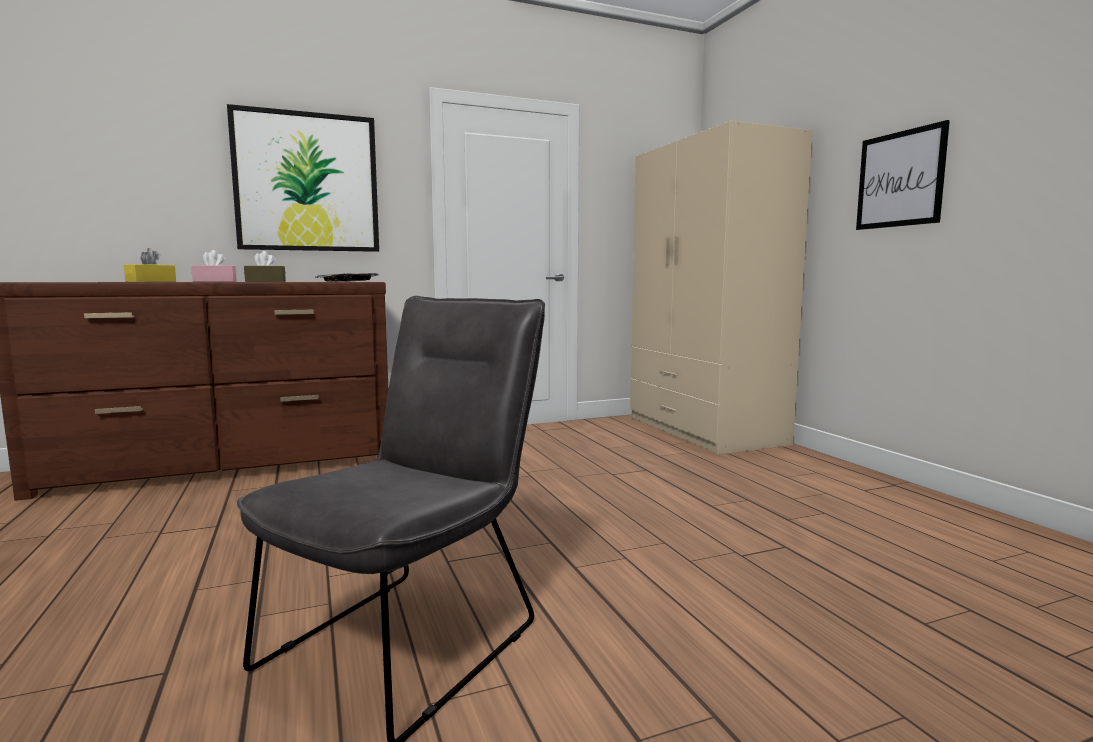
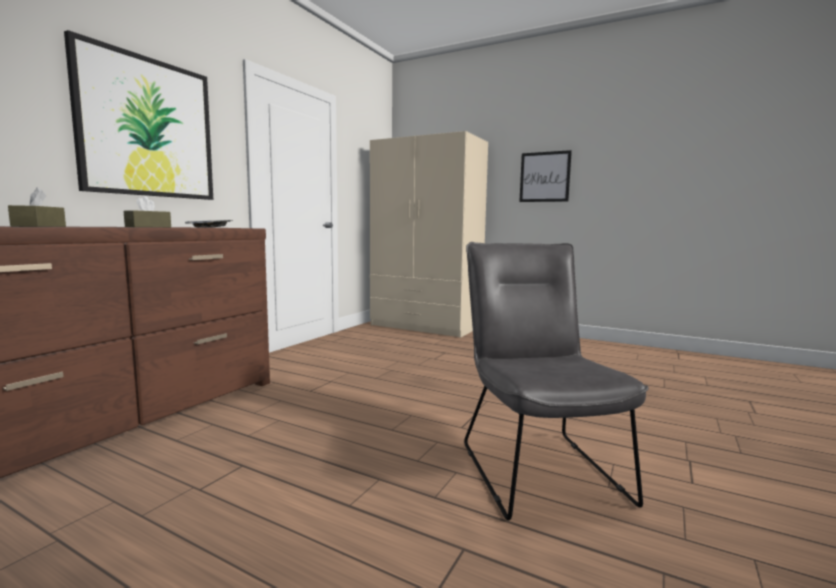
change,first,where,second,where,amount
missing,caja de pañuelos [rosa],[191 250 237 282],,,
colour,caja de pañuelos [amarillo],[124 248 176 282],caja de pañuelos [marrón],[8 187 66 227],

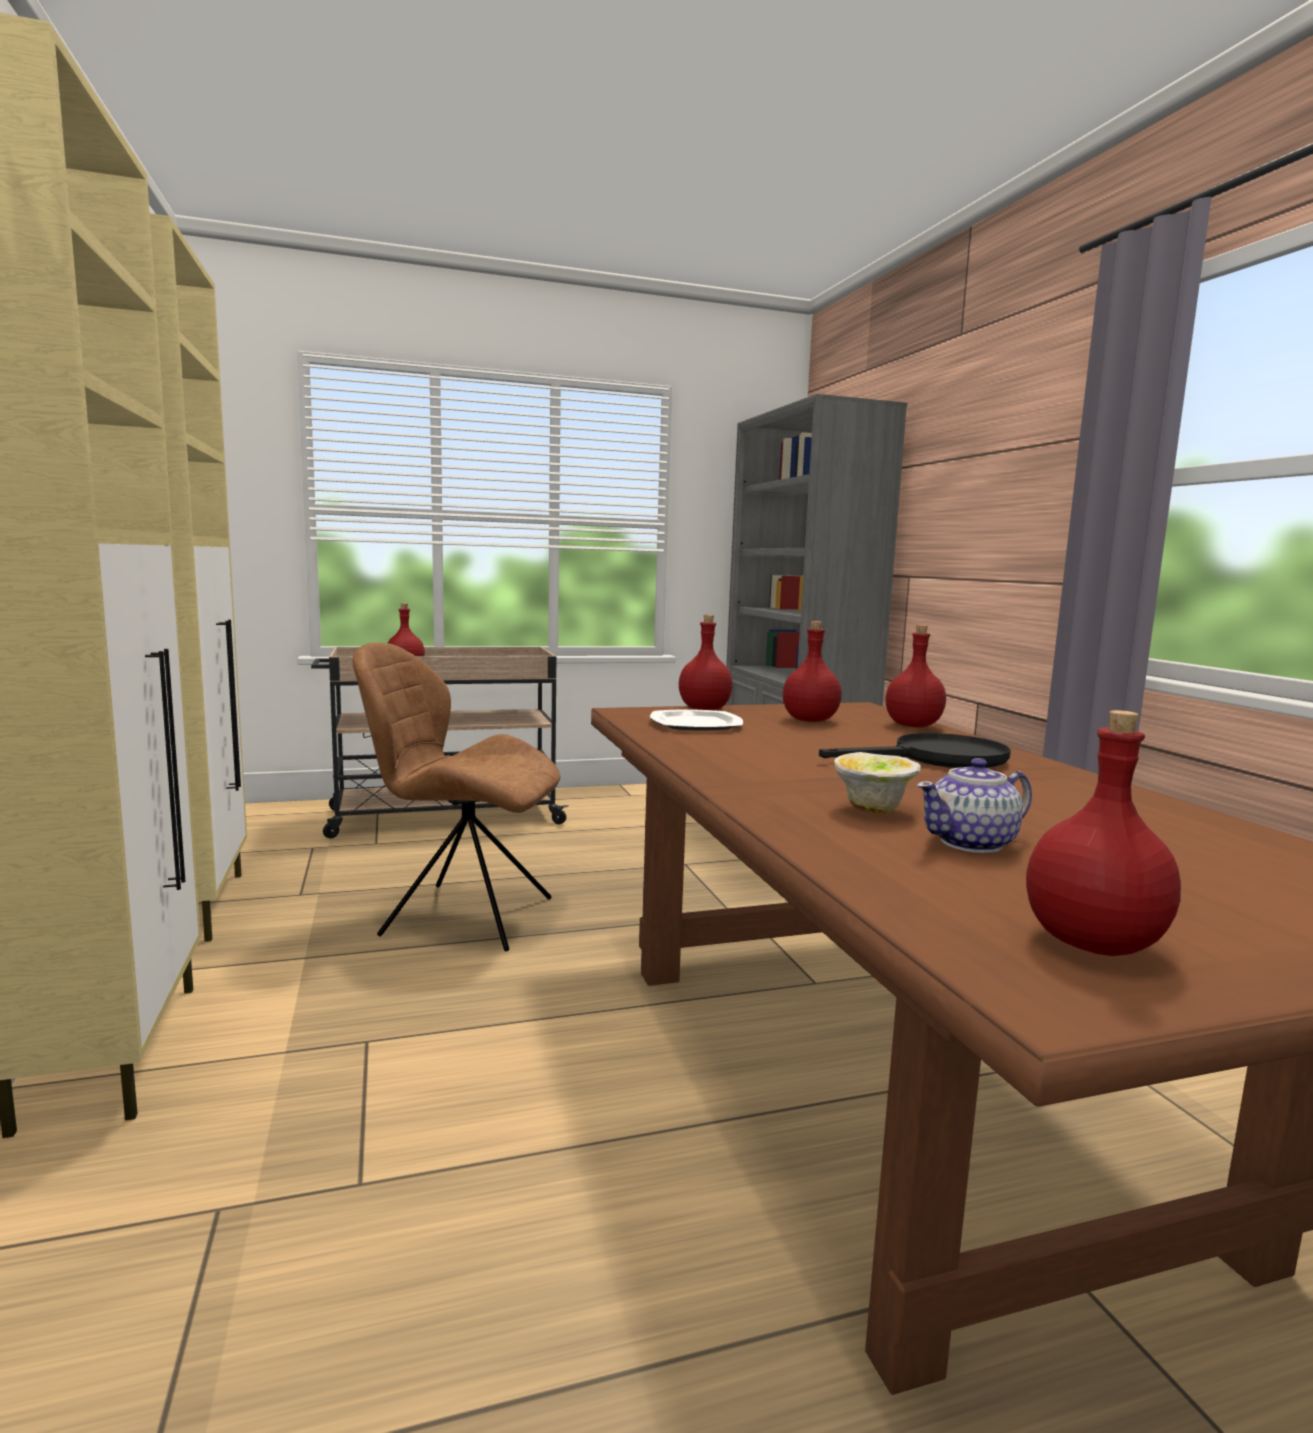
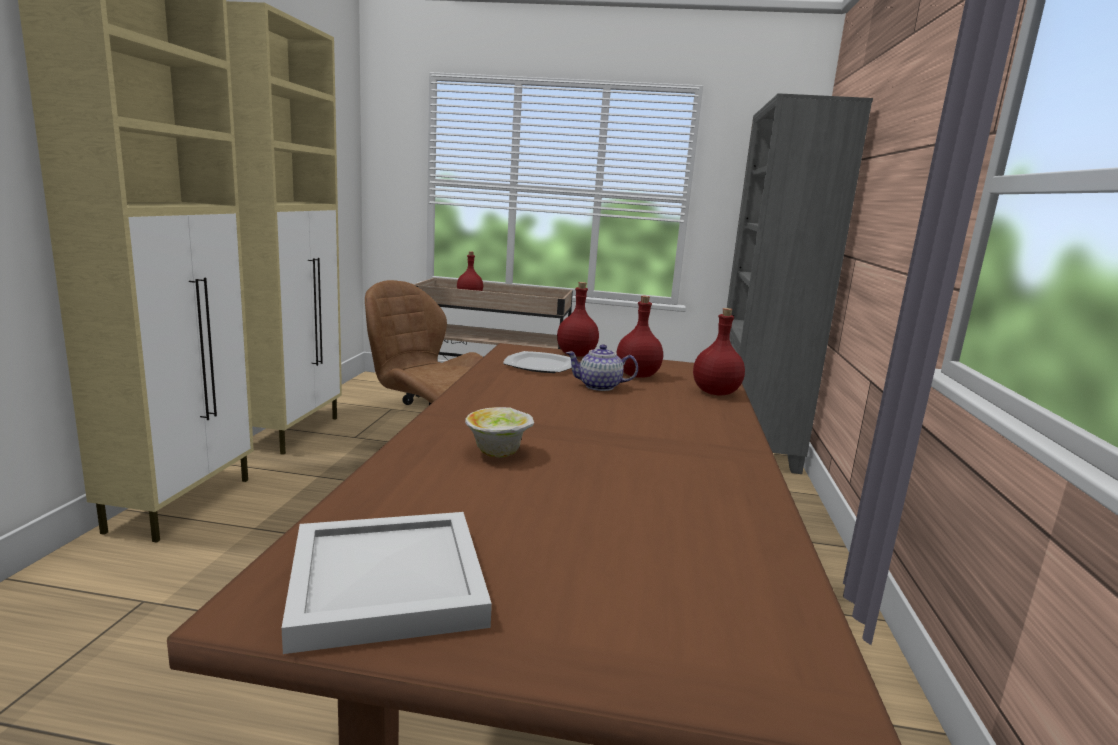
change,first,where,second,where,amount
missing,sartén [negro],[819 733 1011 768],,,
relocated,tetera,[917 758 1032 853],,[566 344 638 391],
exchanged,botella [rojo],[1026 710 1181 956],bandeja [blanco],[282 512 492 654],

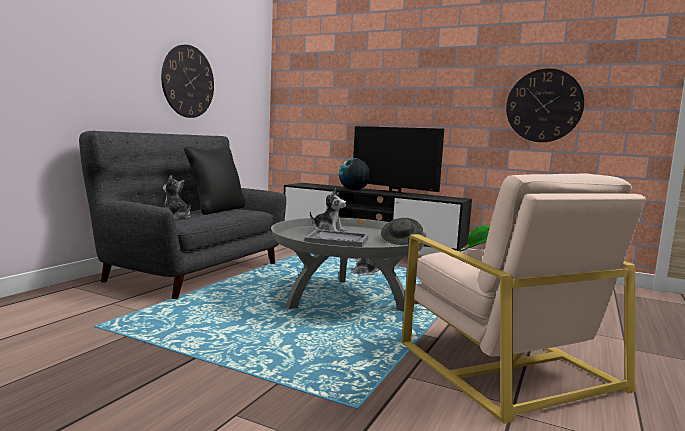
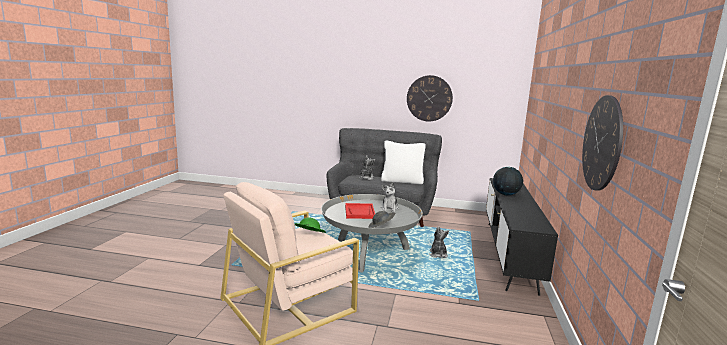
change,first,where,second,where,amount
missing,televisor,[353 126 444 194],,,
colour,cojín [negro],[184 146 245 215],cojín [blanco],[381 140 426 184],
colour,bandeja [gris],[305 230 368 247],bandeja [rojo],[345 203 375 219],

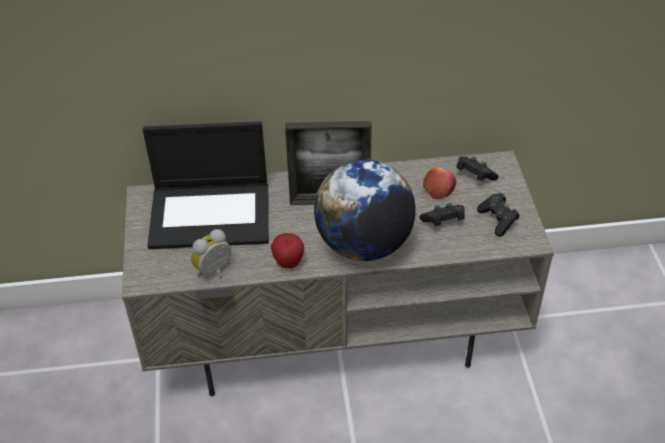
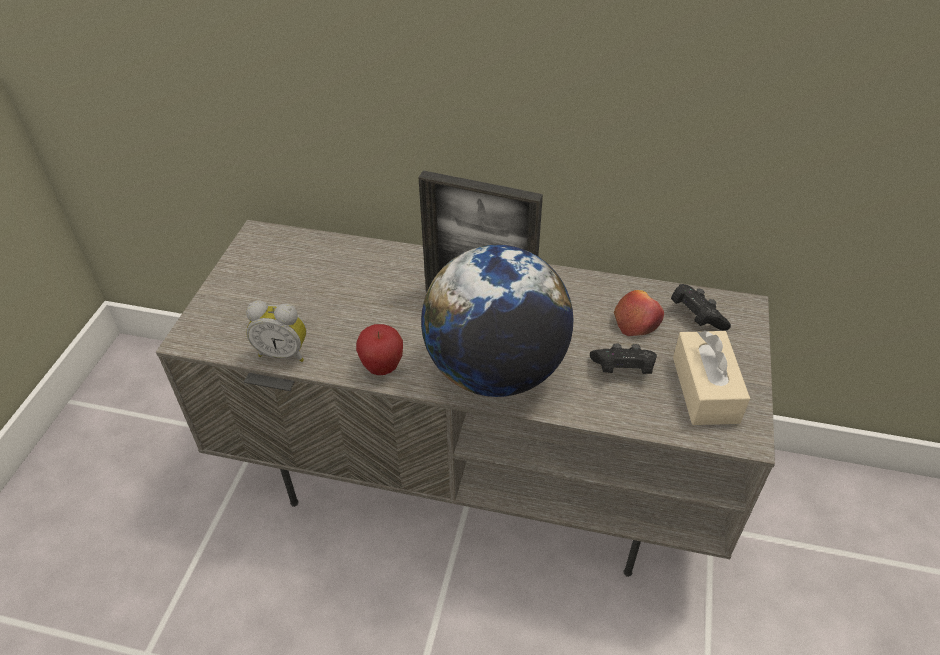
change,first,where,second,where,amount
missing,portátil,[143 121 269 249],,,
exchanged,mando de consola [negro],[477 193 520 237],caja de pañuelos [beis],[673 331 750 425],
spun,despertador,[191 229 231 278],,[246 300 306 362],150 degrees counterclockwise

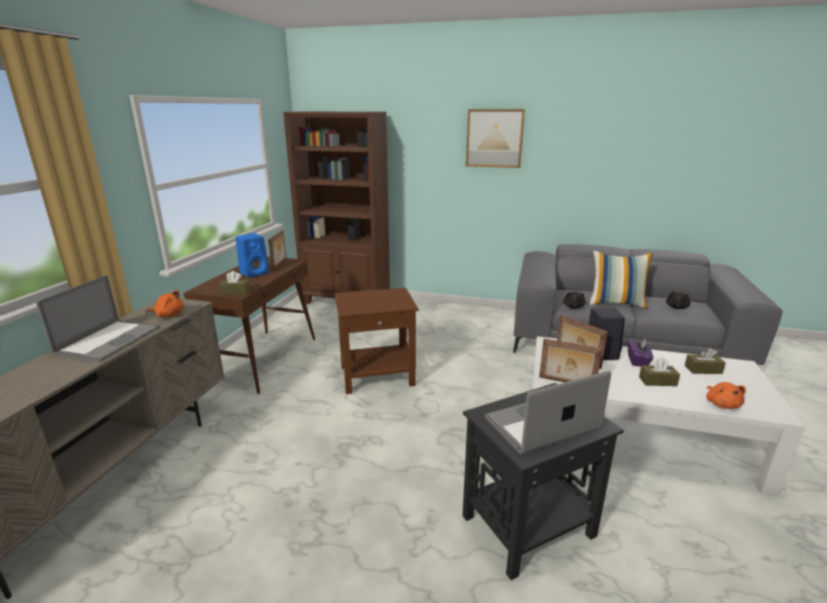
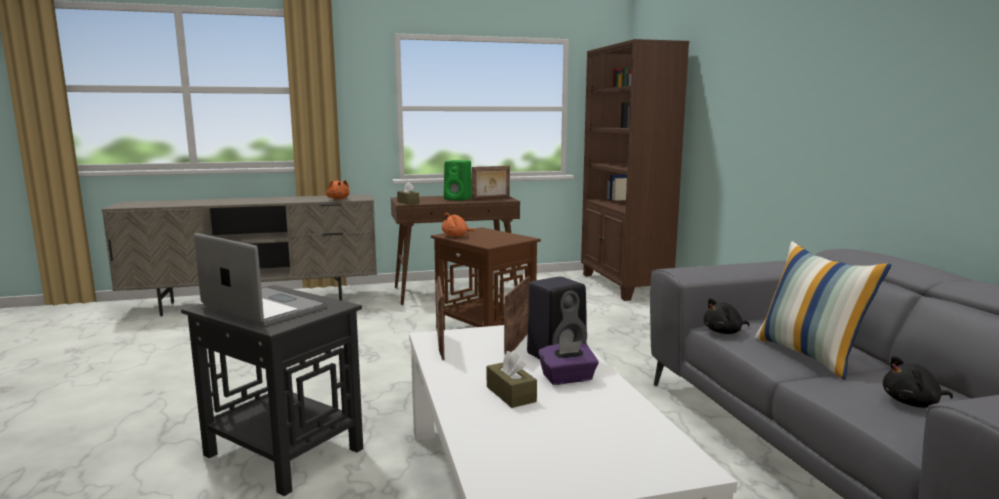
change,first,where,second,where,amount
missing,portátil,[36 275 160 362],,,
missing,cuadro,[466 109 525 168],,,
missing,caja de pañuelos [marrón],[685 348 726 374],,,
relocated,peluche [naranja],[706 382 746 409],,[442 213 475 237],
colour,altavoz [azul],[235 233 269 278],altavoz [verde],[444 160 472 201],

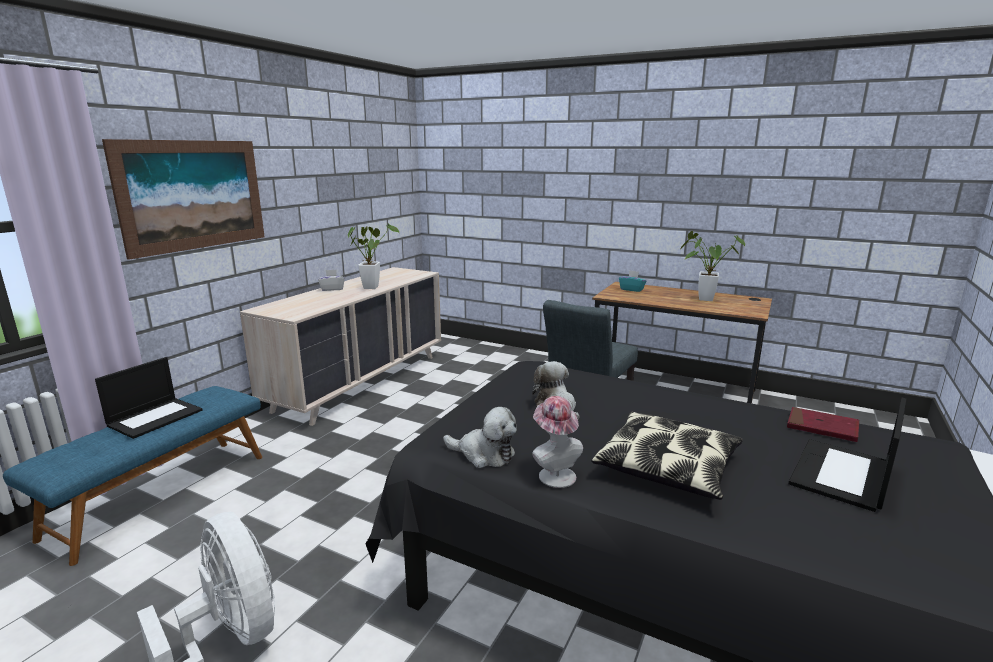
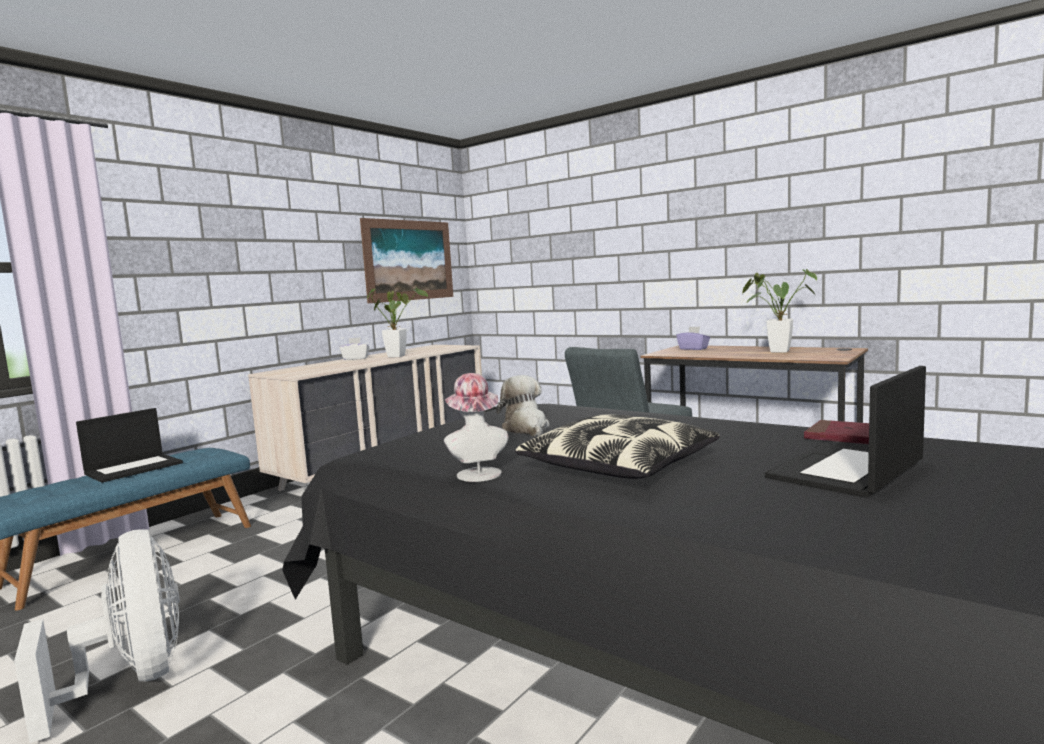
change,first,where,second,where,amount
missing,peluche,[443 407 517 468],,,
relocated,cuadro,[102 139 265 260],,[360 218 453 303],
colour,caja de pañuelos [turquesa],[619 270 646 292],caja de pañuelos [morado],[676 326 710 350],

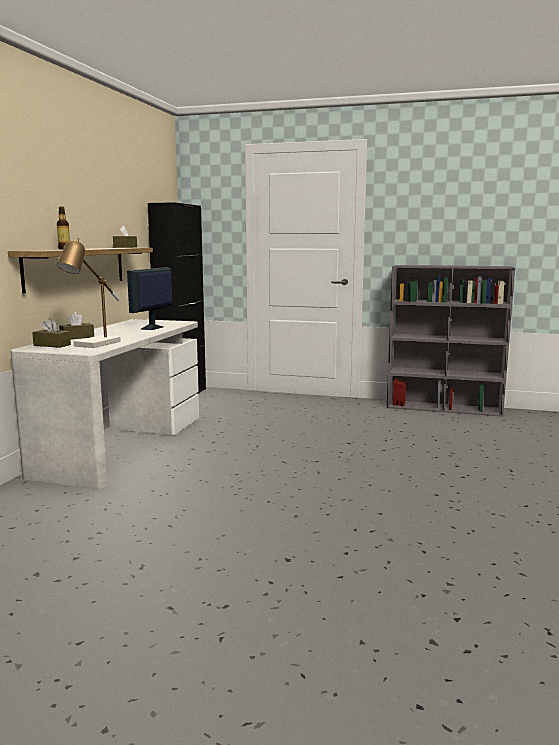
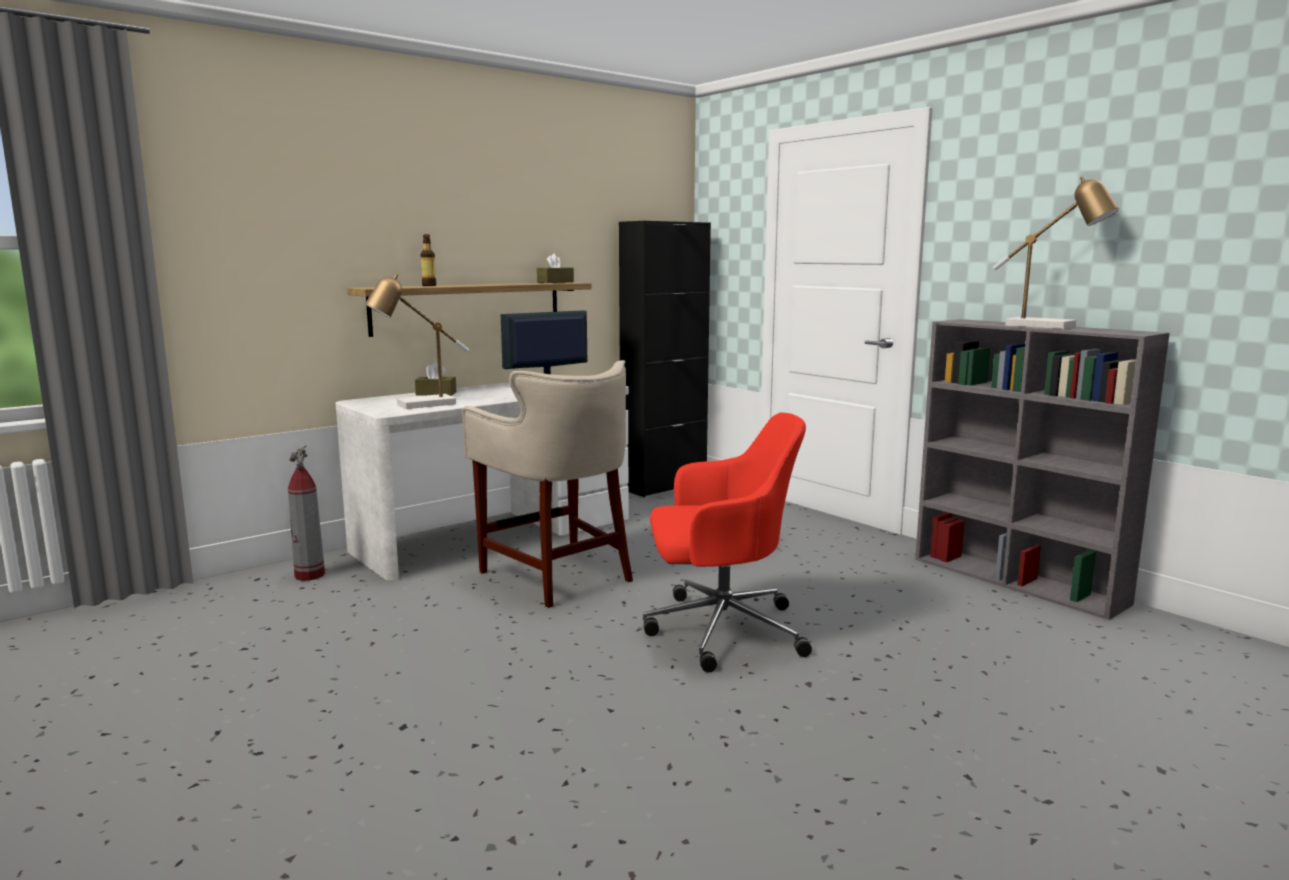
change,first,where,second,where,amount
missing,caja de pañuelos [marrón],[32 318 71 348],,,
appeared,,,extintor,[288 445 325 581],
appeared,,,taburete [beis],[462 360 633 608],
appeared,,,silla de oficina [rojo],[643 412 812 672],
appeared,,,lámpara de mesa,[993 177 1119 329],

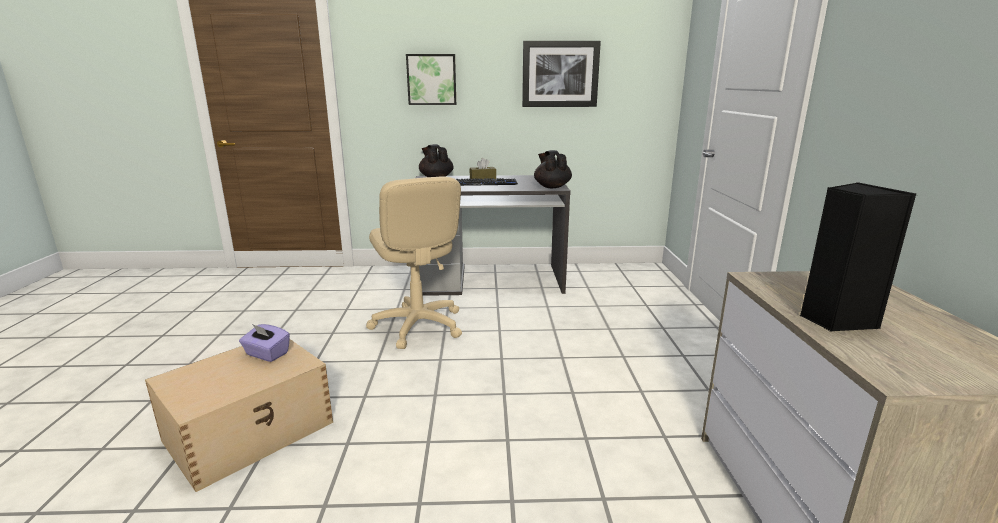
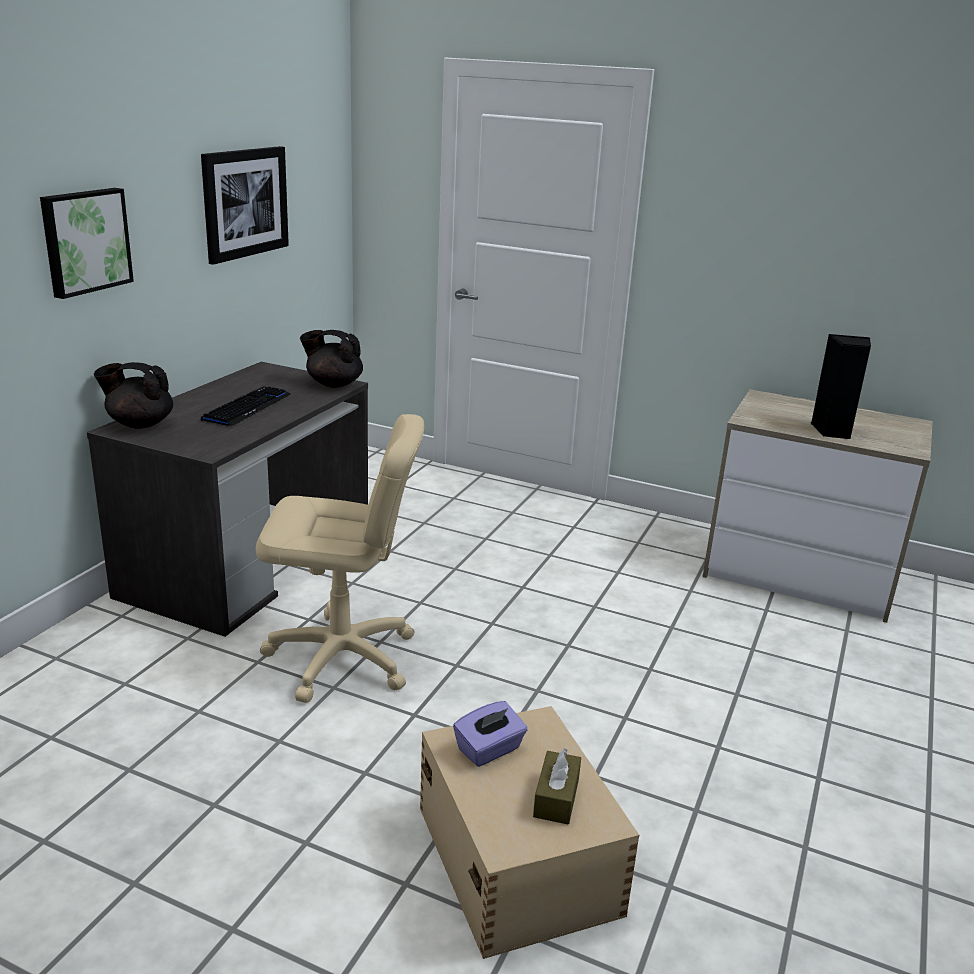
change,first,where,second,where,amount
relocated,caja de pañuelos [marrón],[470 158 496 179],,[533 749 581 825],

